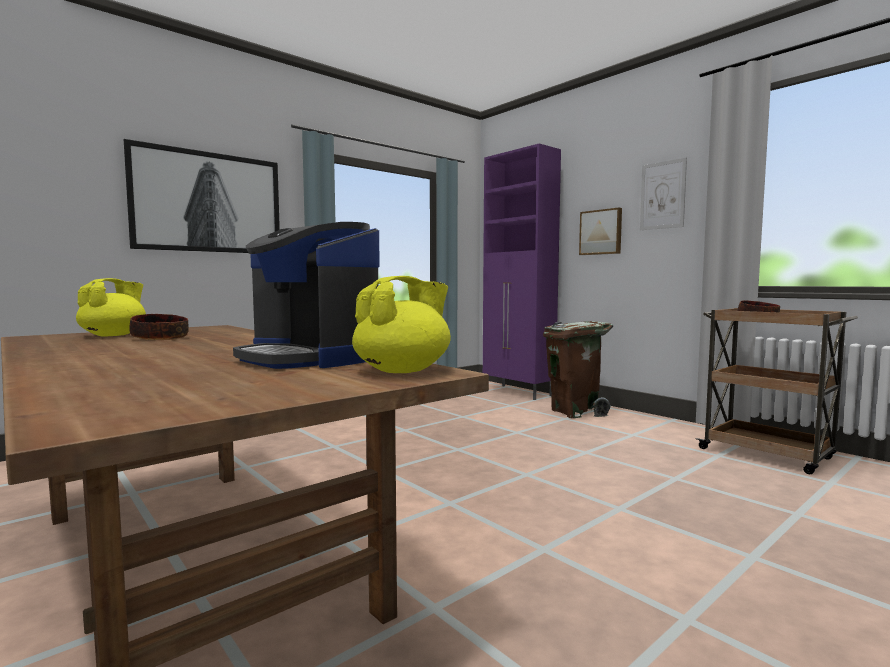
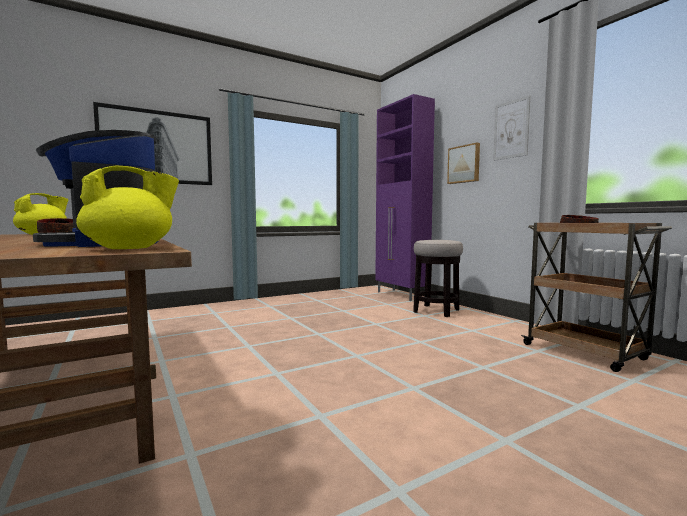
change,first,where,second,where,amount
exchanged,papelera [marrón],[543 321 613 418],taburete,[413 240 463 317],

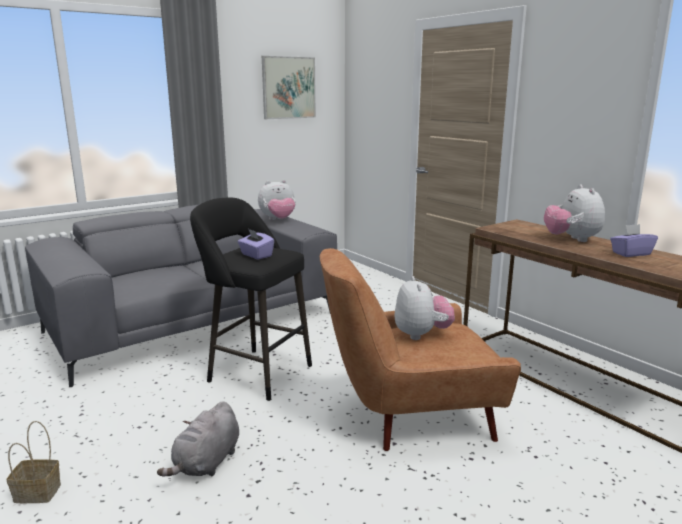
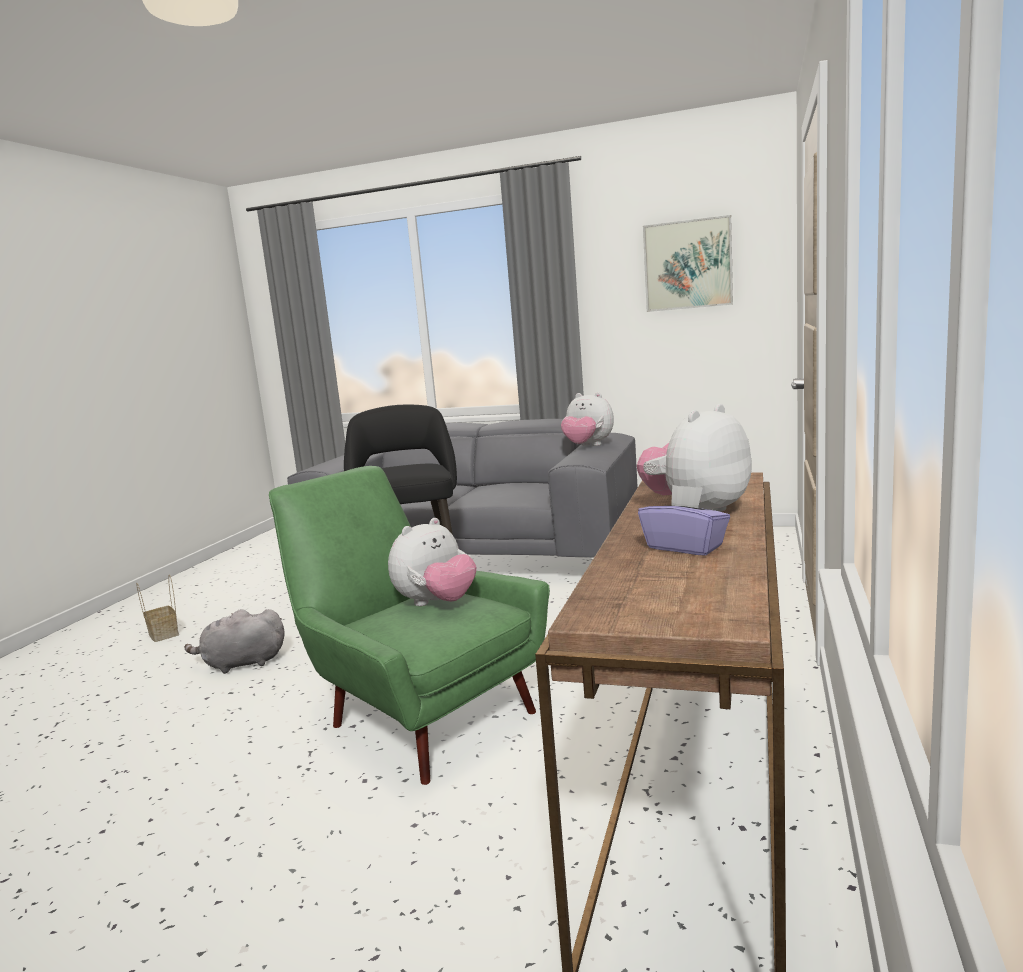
change,first,where,second,where,amount
missing,caja de pañuelos [morado],[238 229 274 259],,,
colour,sillón [marrón],[320 248 521 451],sillón [verde],[269 466 550 785],

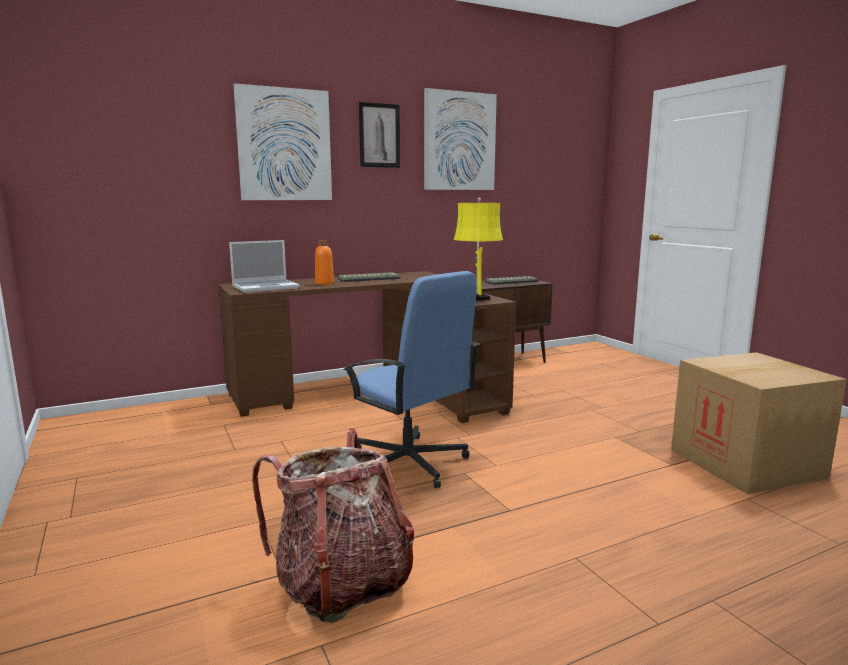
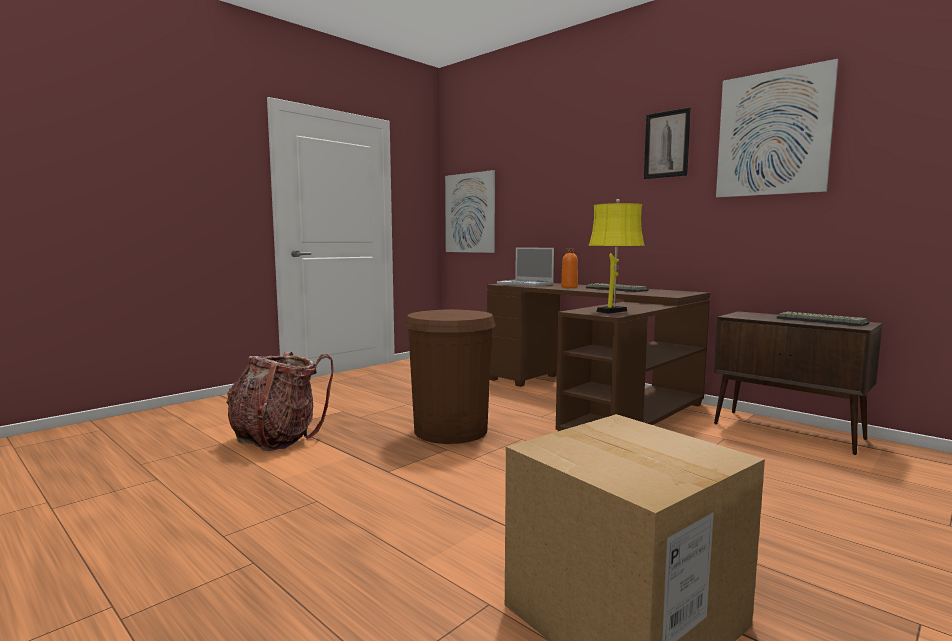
change,first,where,second,where,amount
relocated,cuadro,[233 83 332 200],,[445 170 495 253],
exchanged,silla de oficina [azul],[343 271 480 488],papelera [marrón],[404 309 496 444],

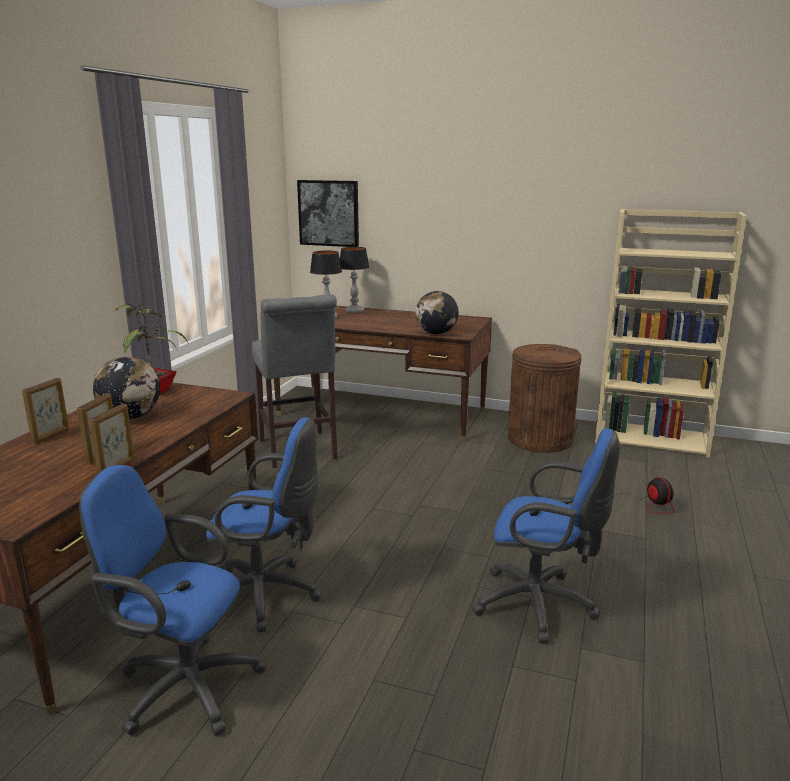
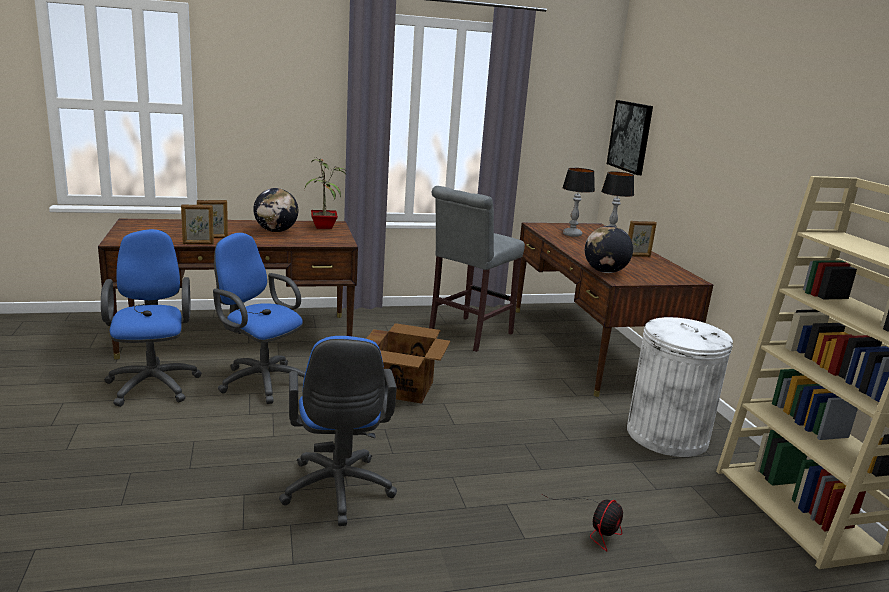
change,first,where,second,where,amount
appeared,,,caja de cartón,[366 323 450 404],
relocated,portarretratos,[22 378 69 444],,[628 221 657 257],
colour,papelera [marrón],[508 344 582 453],papelera [blanco],[627 317 733 457],
spun,silla de oficina [azul],[206 417 322 632],,[213 233 305 404],150 degrees clockwise

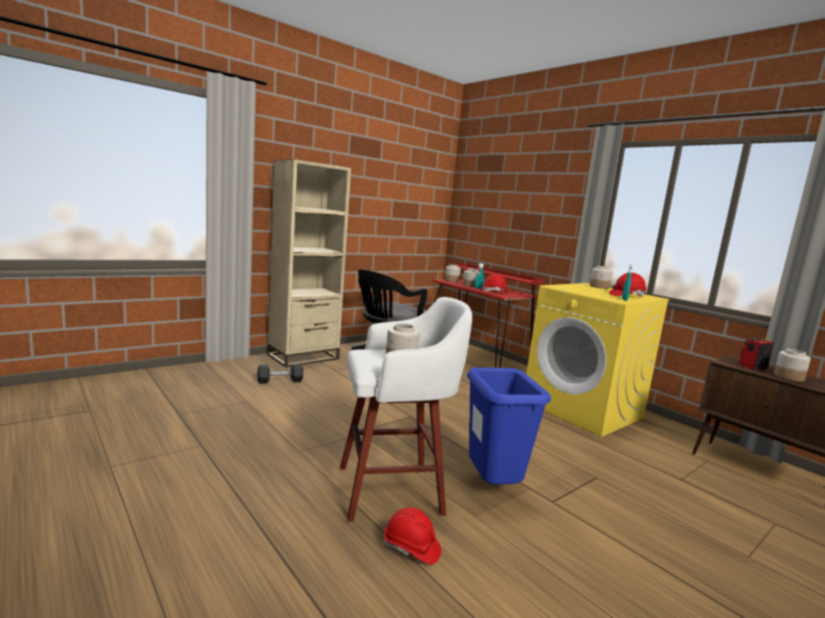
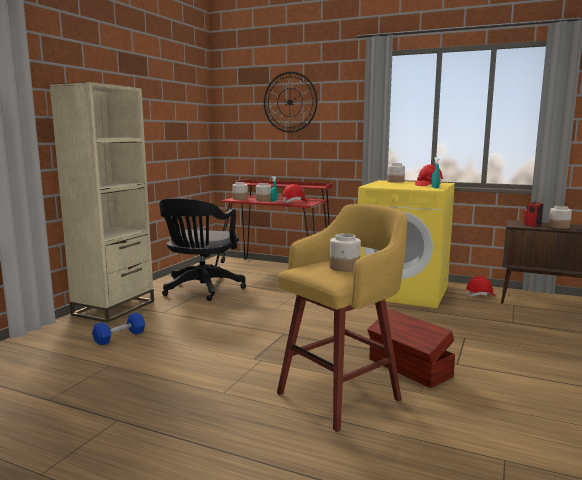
change,first,where,second,where,amount
appeared,,,reloj de pared,[264 72 318 133],
relocated,casco [rojo],[384 507 441 565],,[466 276 496 297],
exchanged,papelera [azul],[467 368 551 485],caja de almacenaje [marrón],[367 309 455 388],
colour,mancuerna [gris],[257 364 303 384],mancuerna [azul],[92 313 145 345],
colour,taburete [blanco],[340 297 472 522],taburete [amarillo],[277 204 407 432],

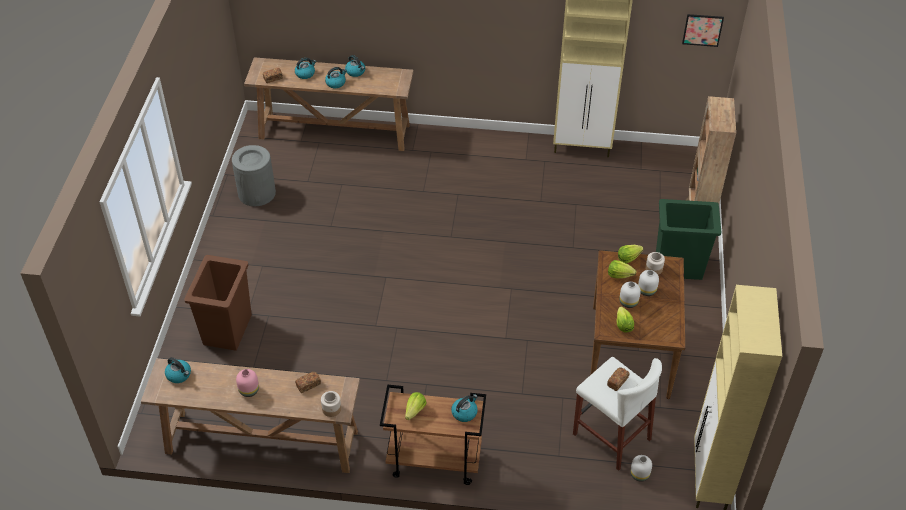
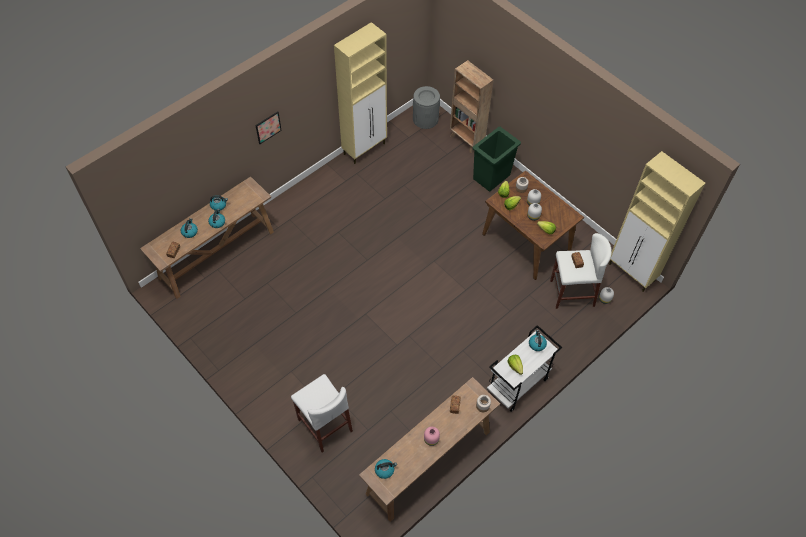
change,first,where,second,where,amount
relocated,papelera [gris],[232 145 276 206],,[413 86 440 129],
relocated,cuadro,[682 14 724 47],,[255 111 282 144],
exchanged,papelera [marrón],[184 255 252 351],taburete [blanco],[291 374 353 453],
colour,carrito [marrón],[380 385 486 485],carrito [blanco],[487 325 562 412],

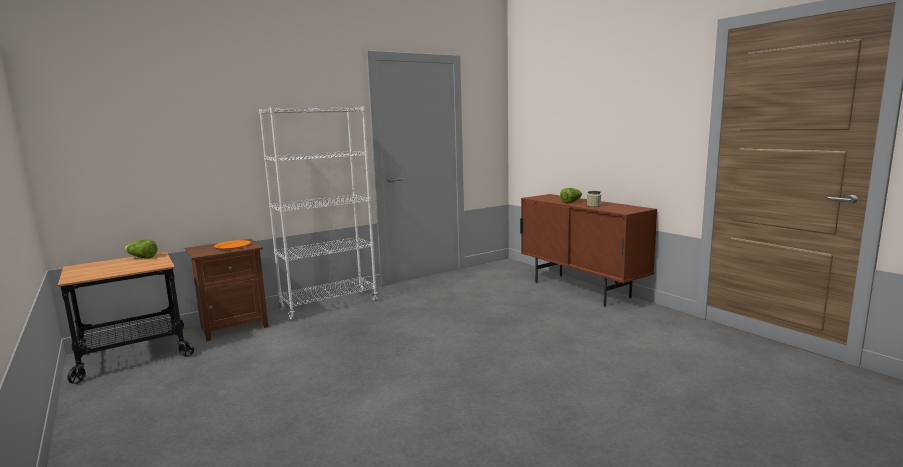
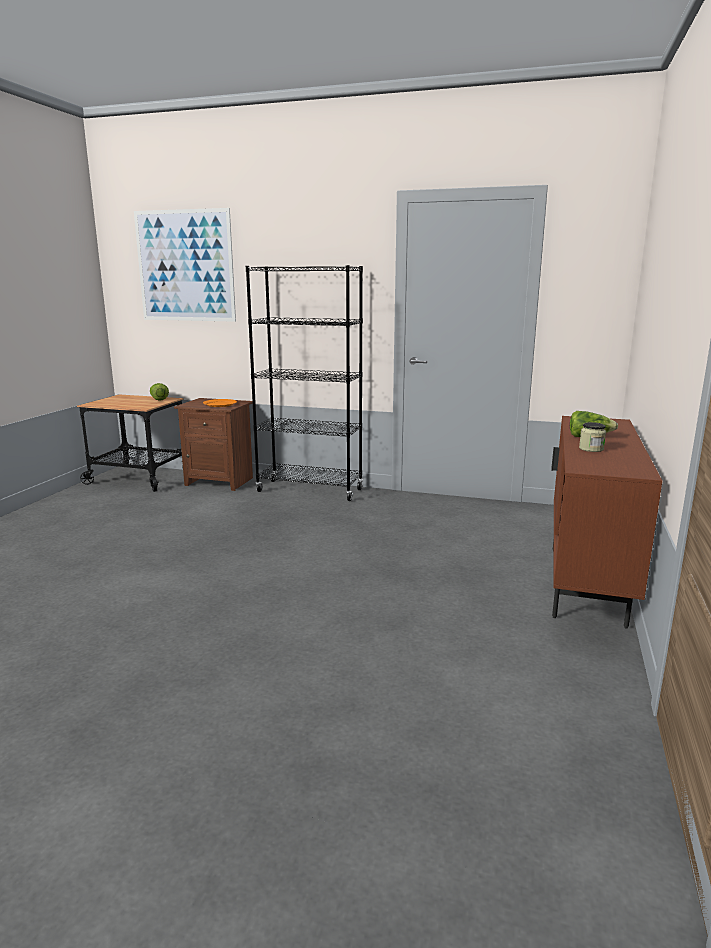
change,first,where,second,where,amount
appeared,,,cuadro,[134 208 236 322],
colour,estantería [blanco],[259 107 378 320],estantería [negro],[246 265 363 501],

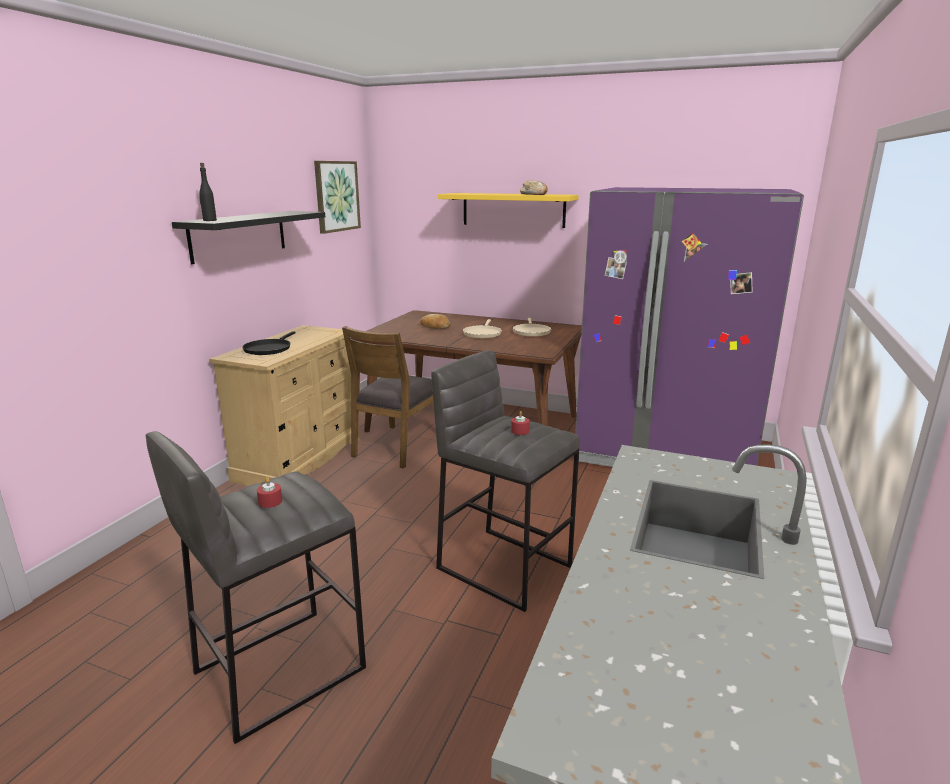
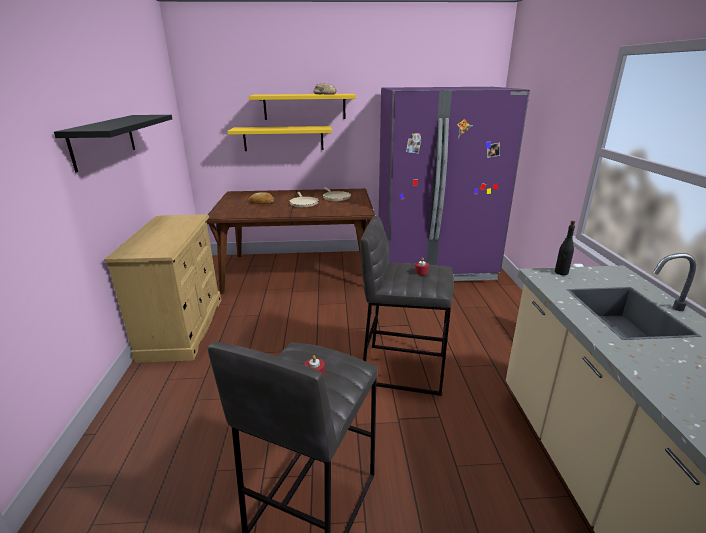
change,first,where,second,where,amount
missing,sartén [negro],[242 331 295 355],,,
missing,cuadro,[314 161 361 234],,,
missing,silla [marrón],[342 326 433 469],,,
appeared,,,estante [amarillo],[227 126 332 151],
relocated,botella [negro],[199 163 217 221],,[555 221 575 275],

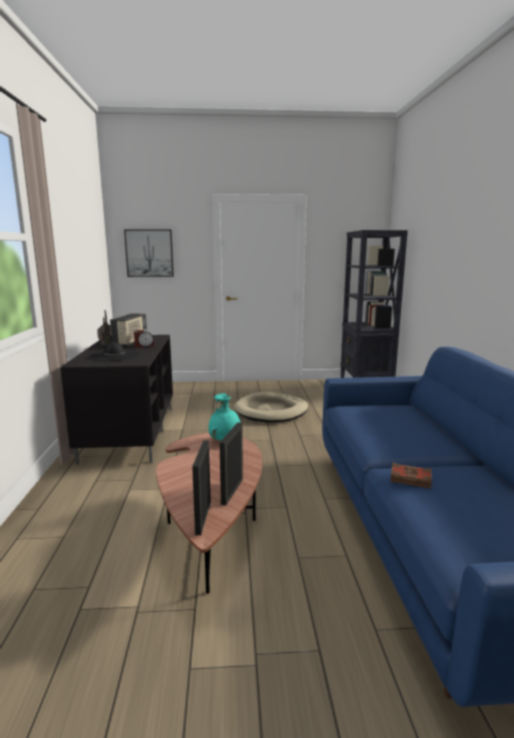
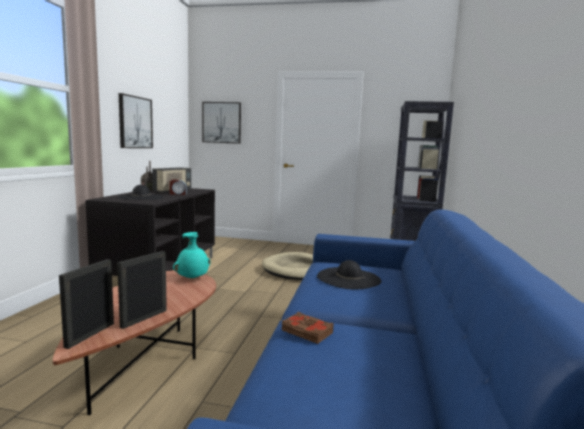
change,first,where,second,where,amount
appeared,,,cuadro,[119 93 153 148],
appeared,,,sombrero [negro],[317 260 381 290],

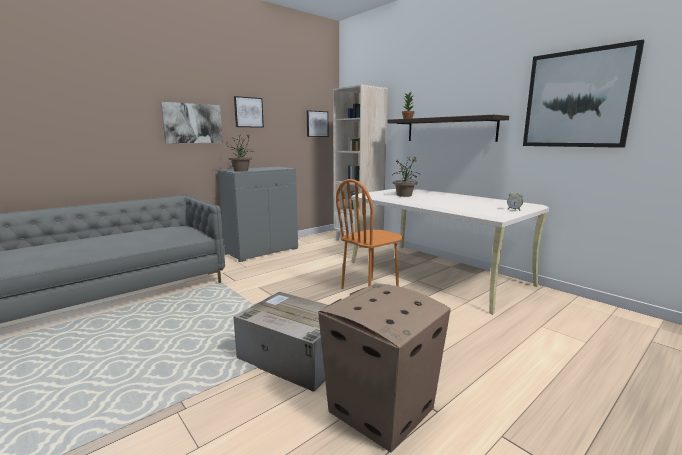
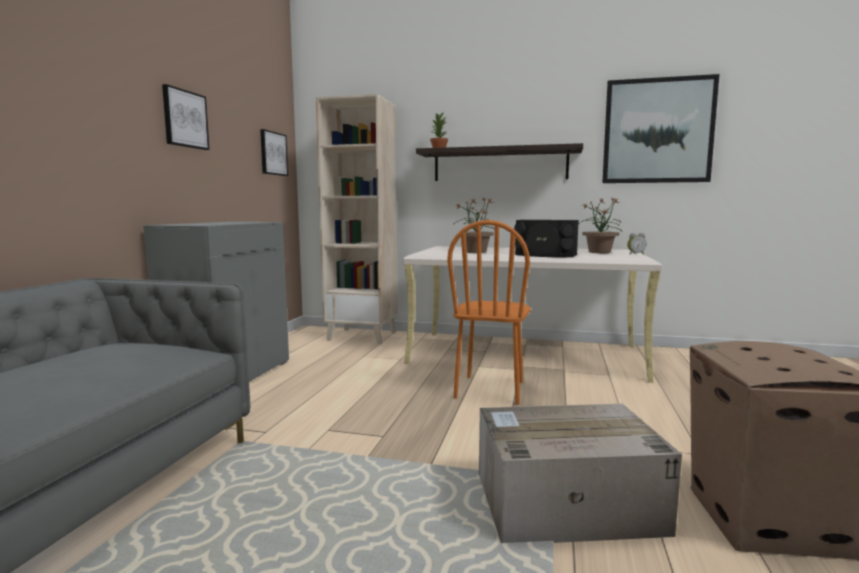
change,first,where,second,where,amount
missing,cuadro,[161 102 223 143],,,
appeared,,,altavoz [negro],[514 220 579 257],
relocated,planta en maceta,[225 134 254 171],,[580 197 622 253],

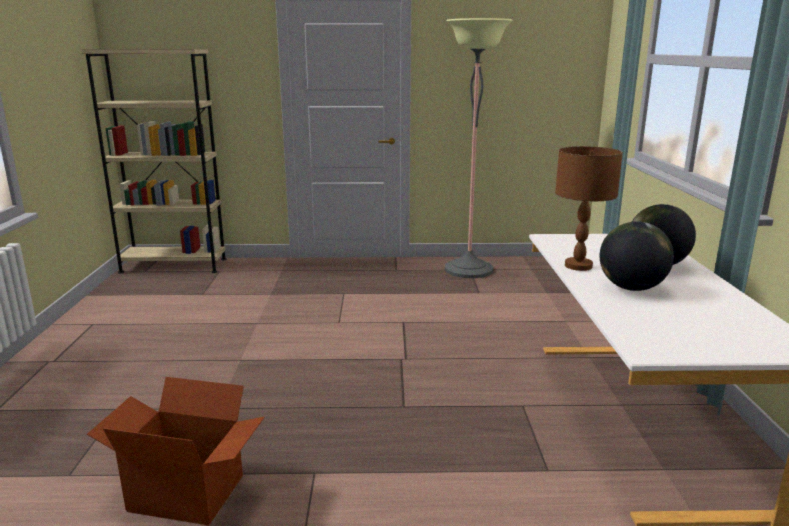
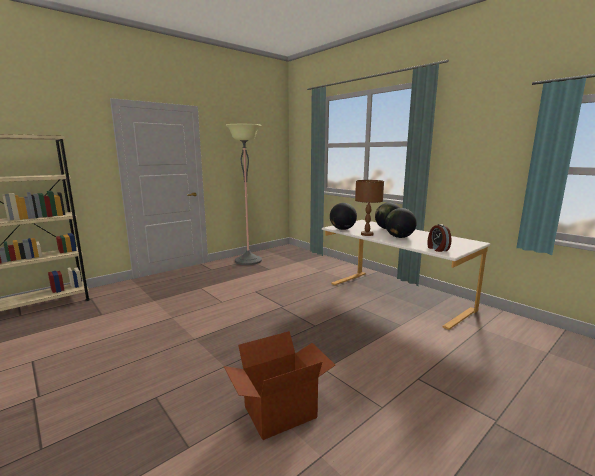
change,first,where,second,where,amount
appeared,,,globo terráqueo,[330 203 357 230],
appeared,,,despertador,[427 224 452 252],

